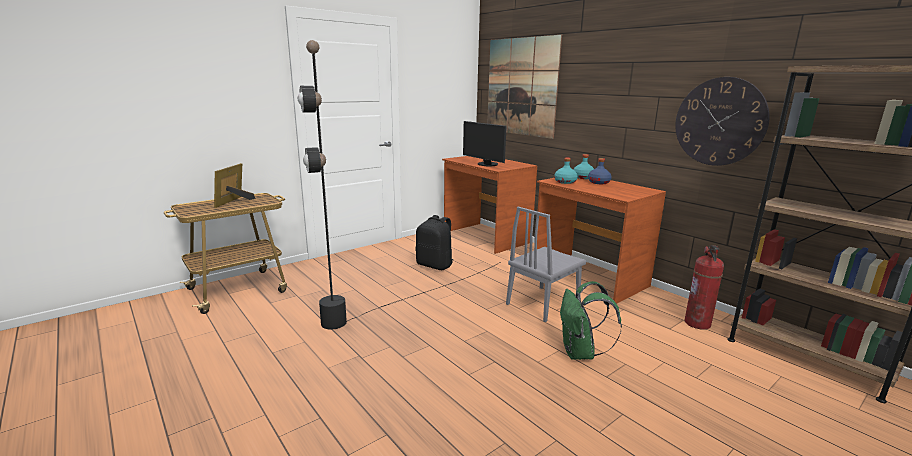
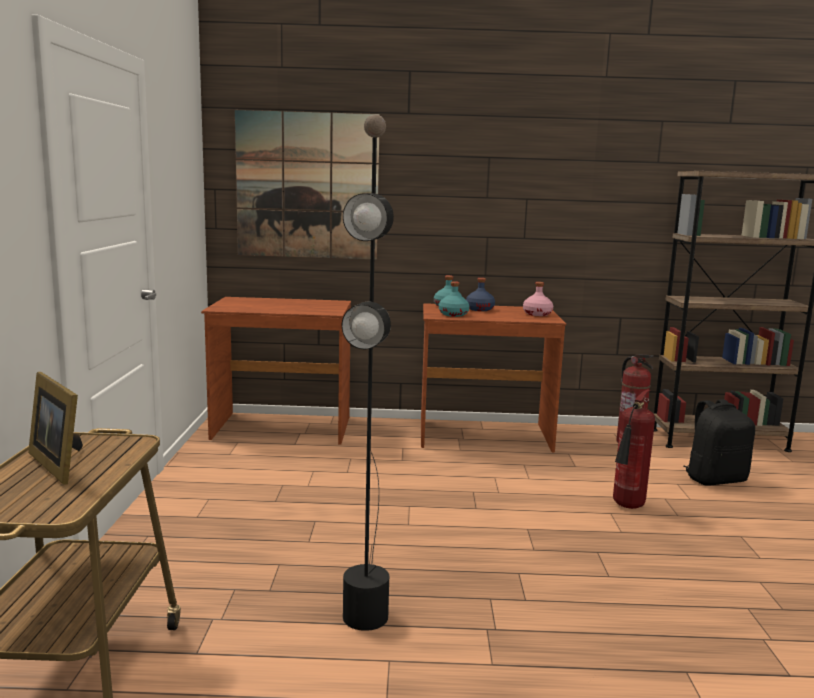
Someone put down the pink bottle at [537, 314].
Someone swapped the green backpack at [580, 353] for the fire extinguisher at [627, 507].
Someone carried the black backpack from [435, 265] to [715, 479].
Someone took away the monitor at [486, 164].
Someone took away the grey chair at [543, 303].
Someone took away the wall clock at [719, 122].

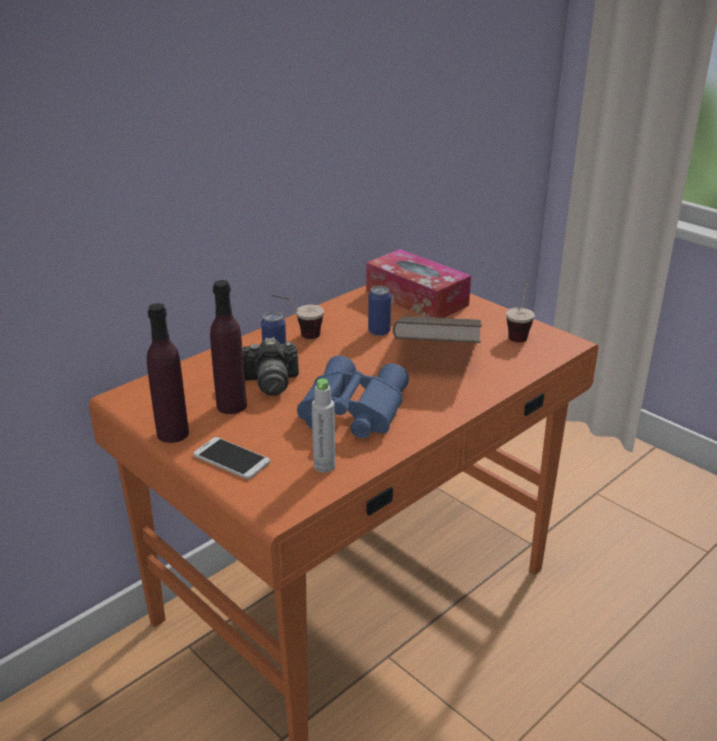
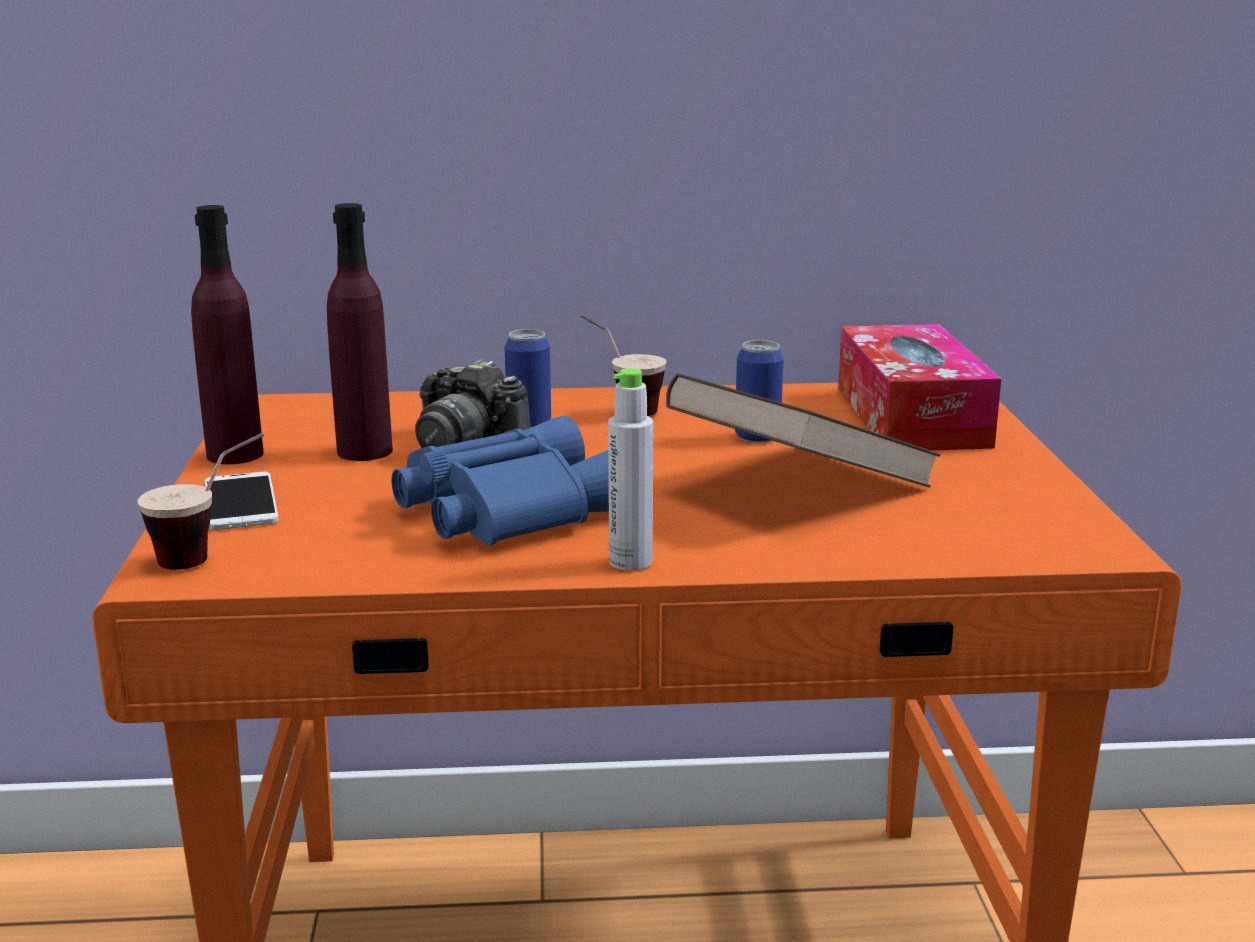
Someone carried the cup from [519, 333] to [211, 555].
Someone carried the grey bottle from [324, 466] to [630, 562].

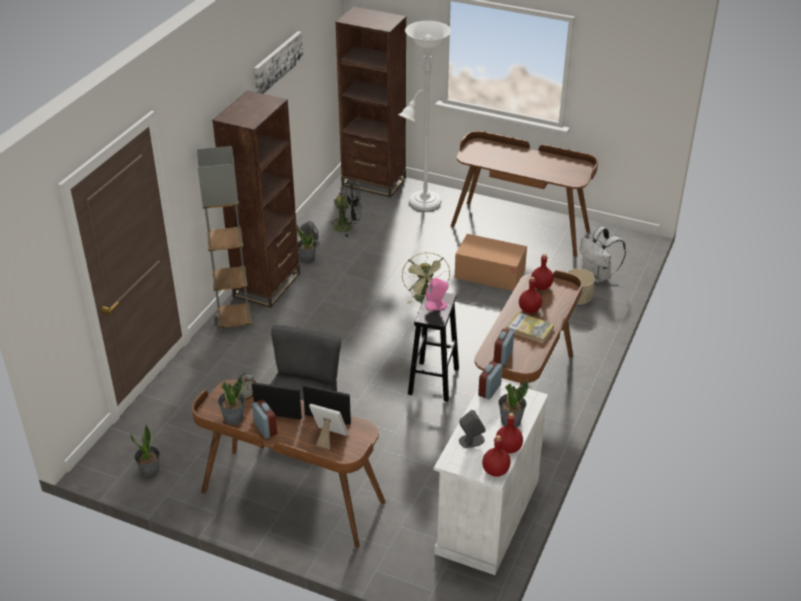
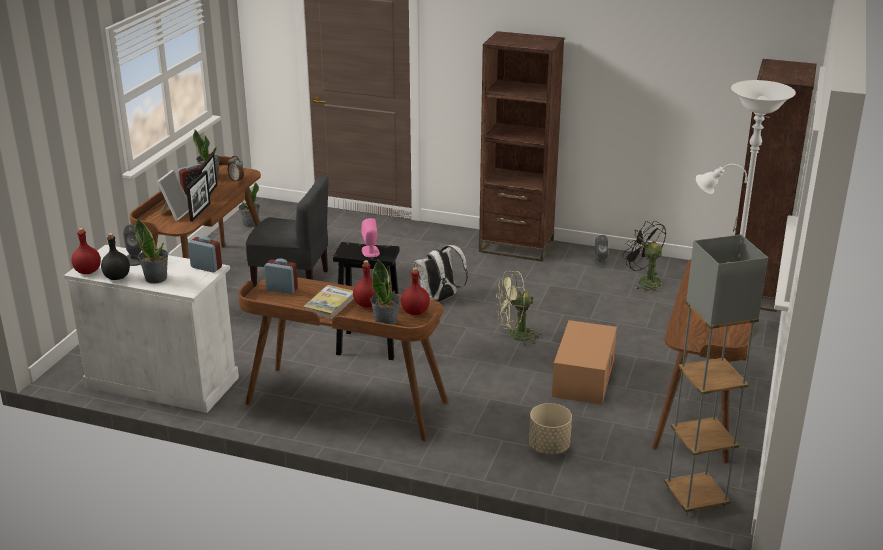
Someone repainted the red bottle at [507, 448], which became the black bottle at [117, 277].
Someone carried the potted plant from [307, 259] to [386, 323].
Someone carried the white backpack from [598, 276] to [439, 299].
Someone rotated the black fan at [347, 227] by 135 degrees clockwise.
Someone carried the grey floor lamp from [234, 320] to [695, 498].
Someone took away the picture at [277, 62].

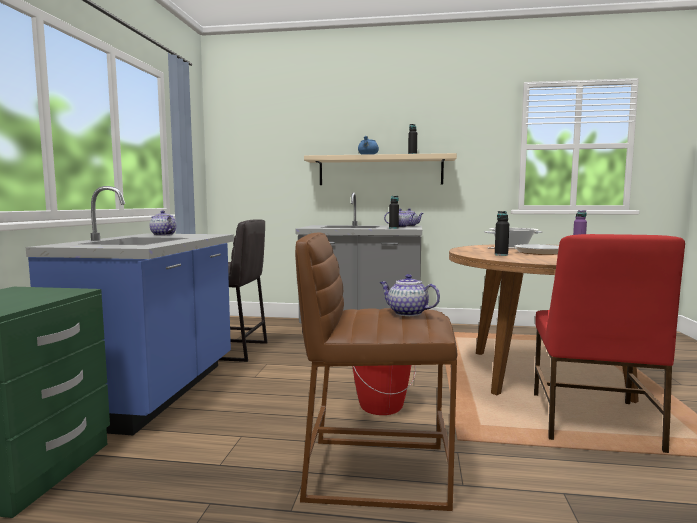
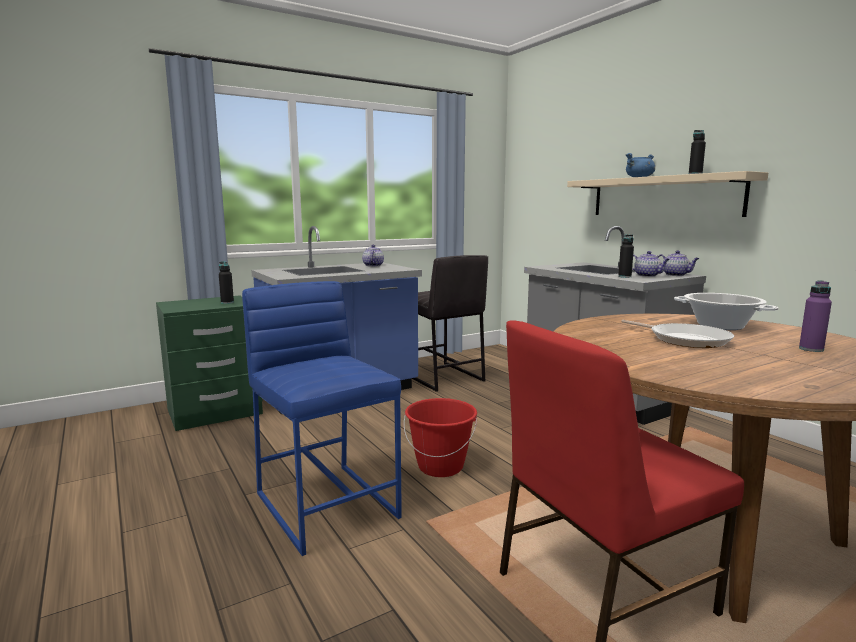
Someone carried the black bottle from [501, 255] to [227, 302].
Someone repainted the brown stool at [375, 470], which became the blue stool at [327, 504].
Someone took away the teapot at [407, 313].

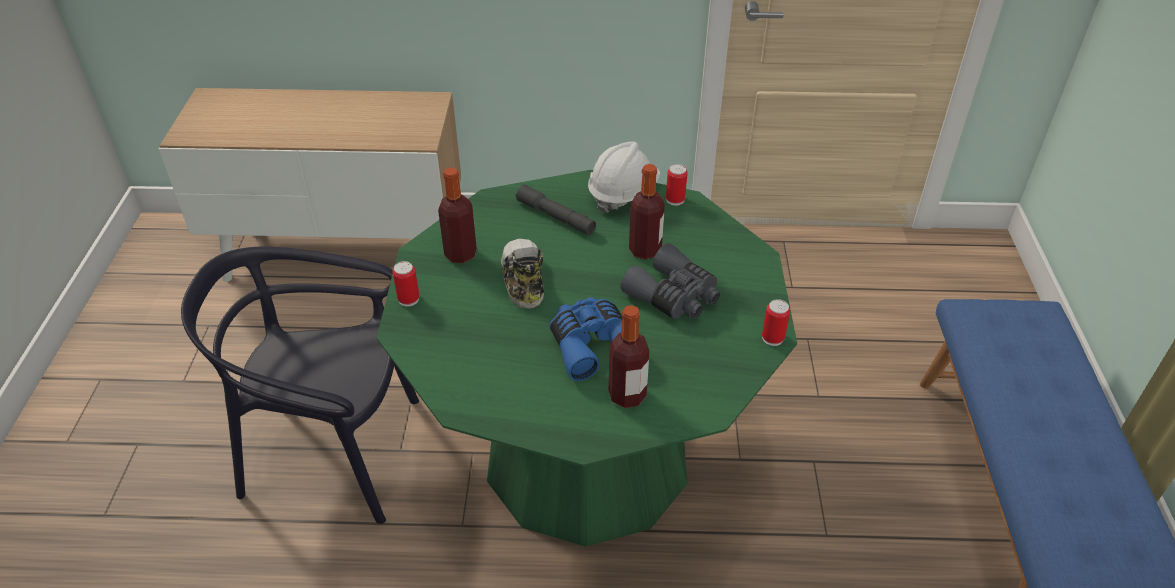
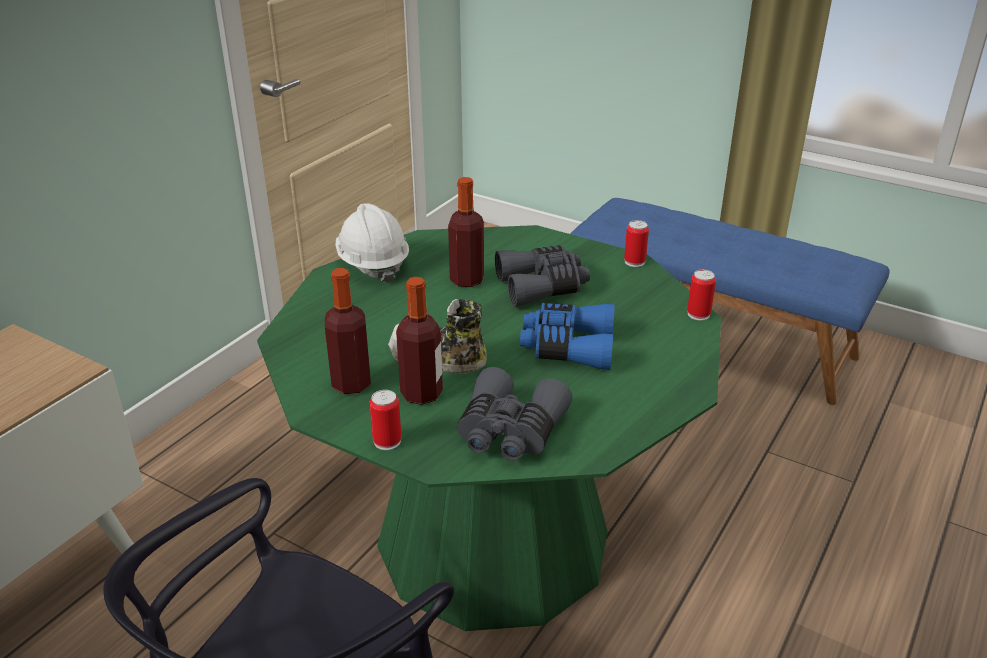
Someone carried the bottle from [627, 395] to [421, 394].
Someone put down the grey binoculars at [509, 431].
Someone carried the can from [675, 200] to [698, 314].
Someone took away the grey flashlight at [555, 217].

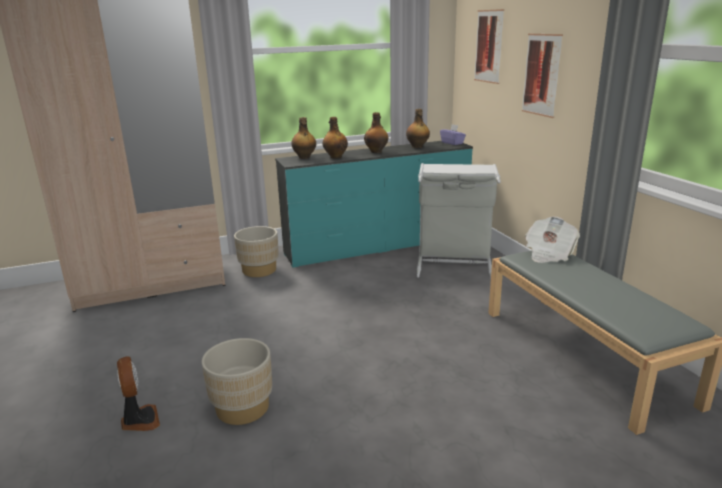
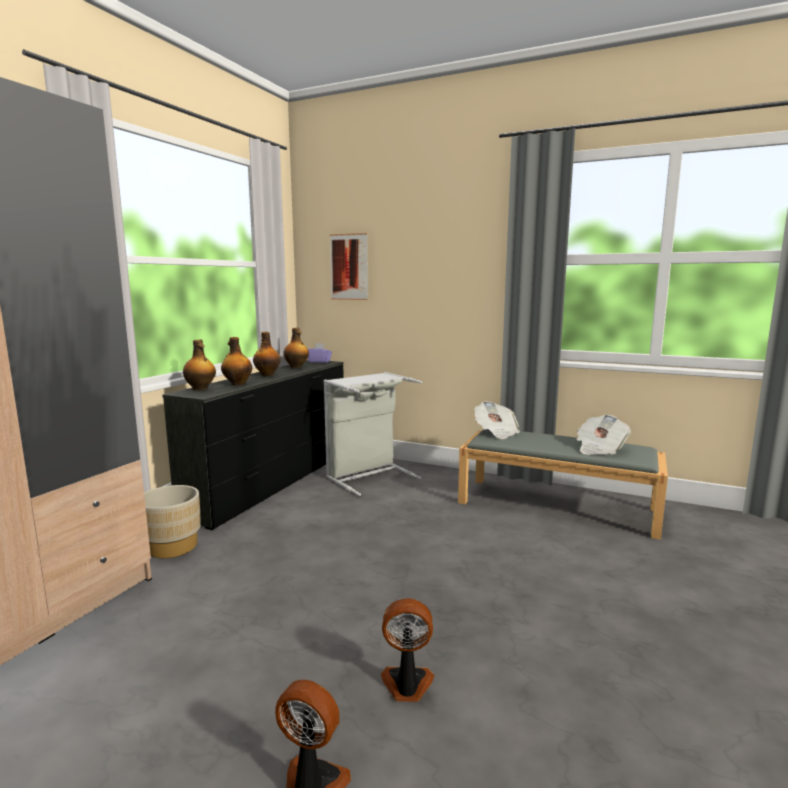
Someone repainted the turquoise dresser at [378, 246], which became the black dresser at [274, 482].
Someone swapped the beige planter at [242, 408] for the fan at [407, 685].
Someone put down the newspaper at [599, 449].
Someone took away the picture at [541, 75].

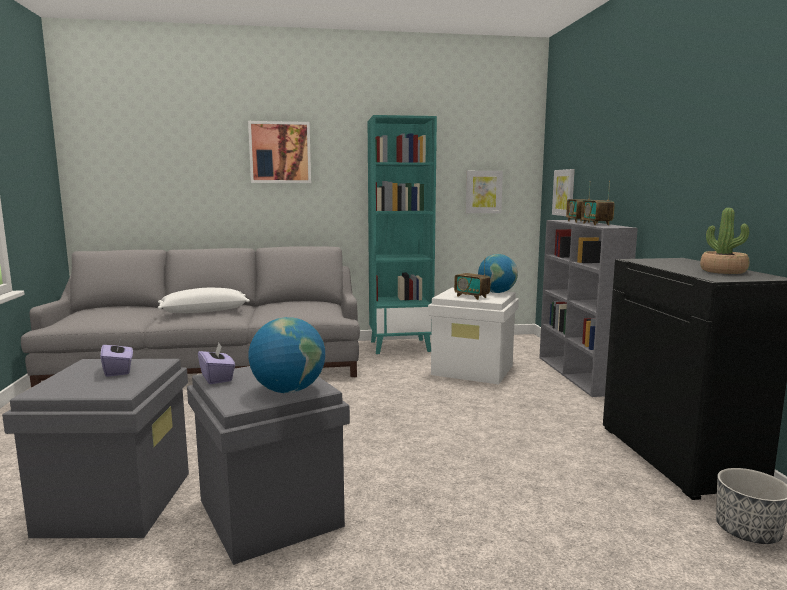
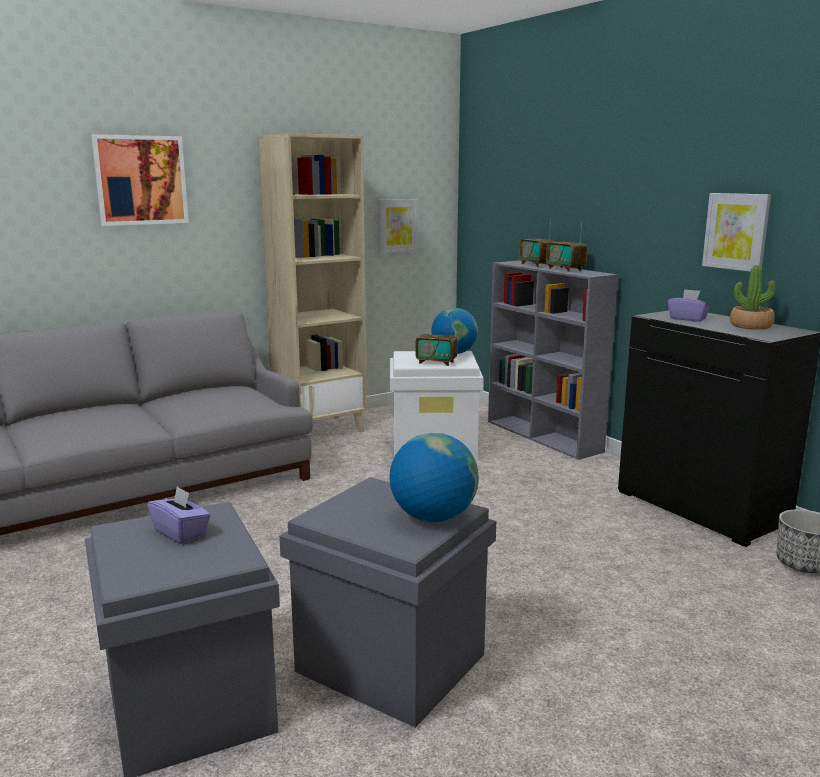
Someone repainted the turquoise bookcase at [400, 346], which became the beige bookcase at [320, 429].
Someone carried the purple tissue box from [217, 378] to [687, 319].
Someone carried the picture from [564, 192] to [736, 231].
Someone took away the white pillow at [204, 311].

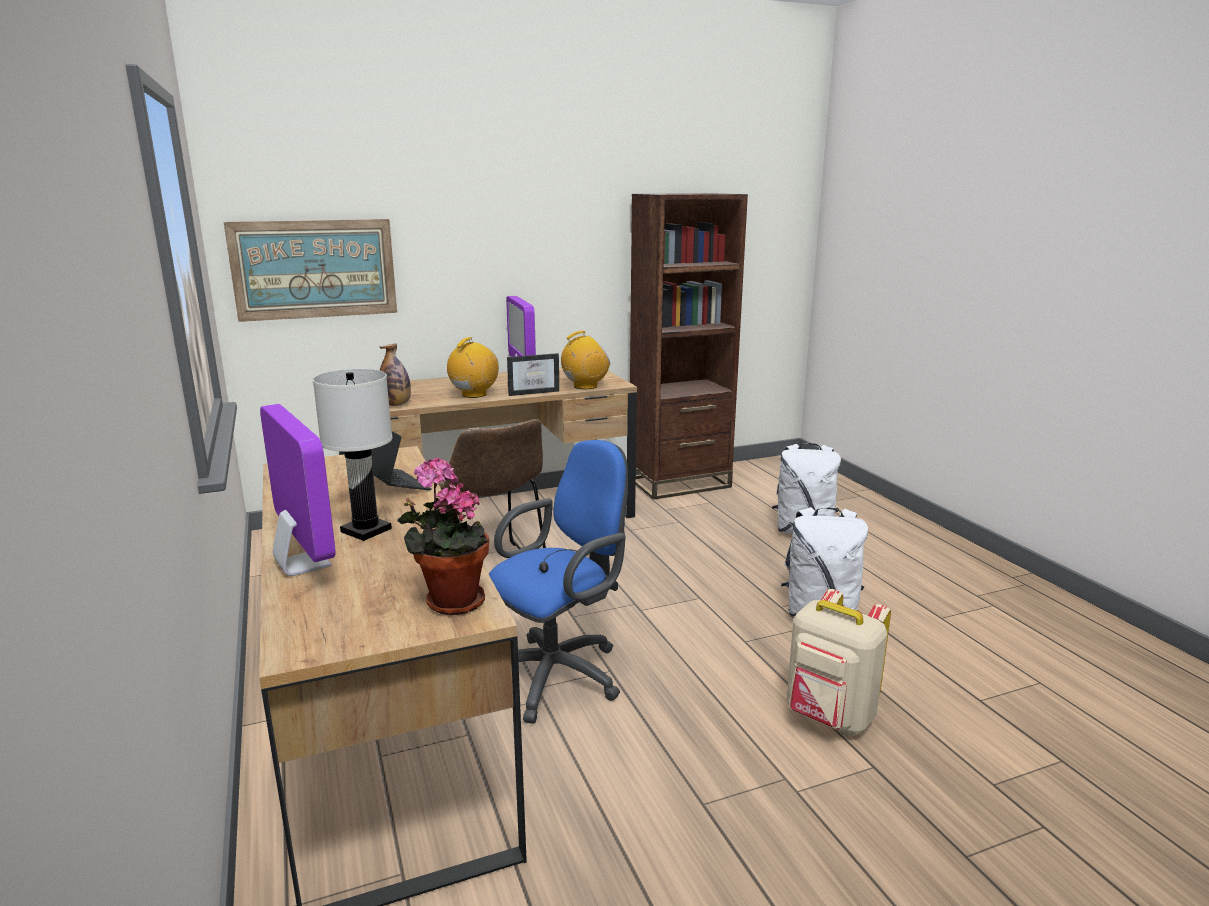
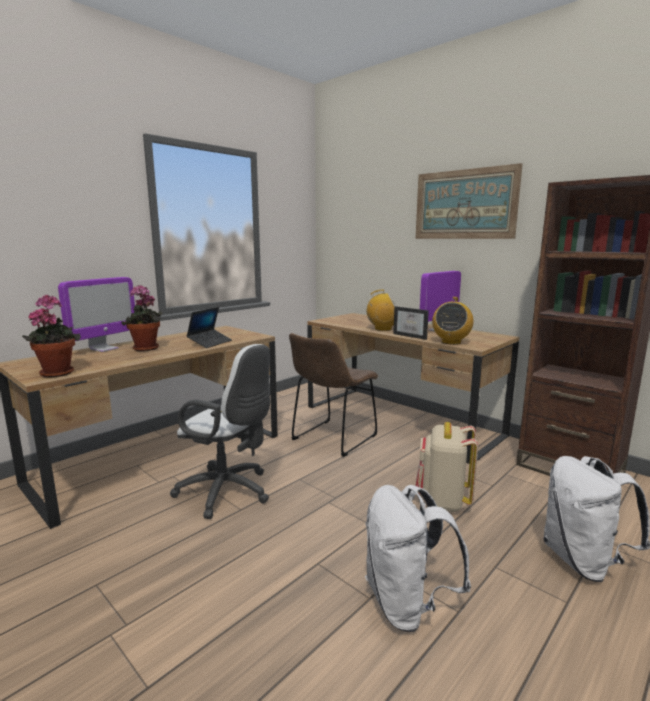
Someone swapped the white table lamp at [367, 530] for the potted plant at [146, 349].
Someone repainted the blue office chair at [560, 673], which became the white office chair at [228, 492].
Someone carried the picture from [314, 269] to [464, 204].
Someone carried the beige backpack from [829, 718] to [442, 501].
Someone rotated the radio at [585, 386] by 75 degrees clockwise.
Someone took away the bottle at [396, 405].

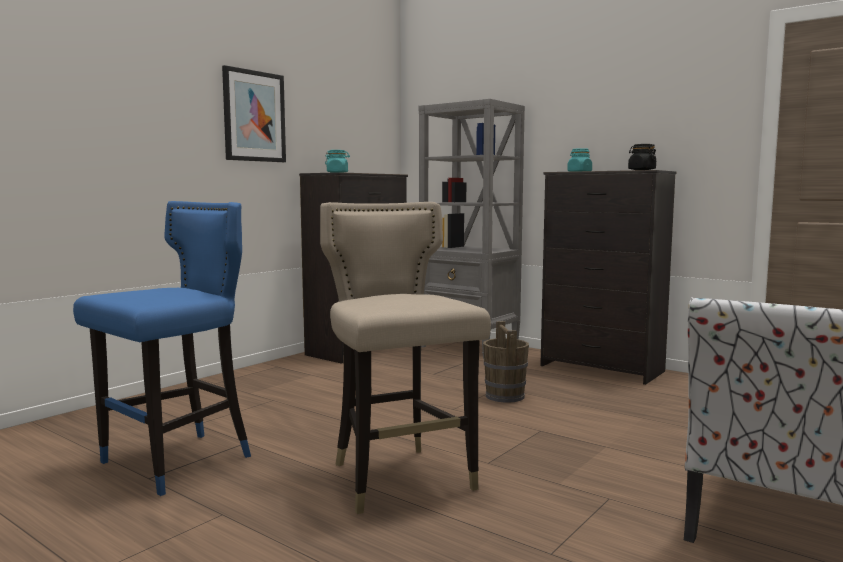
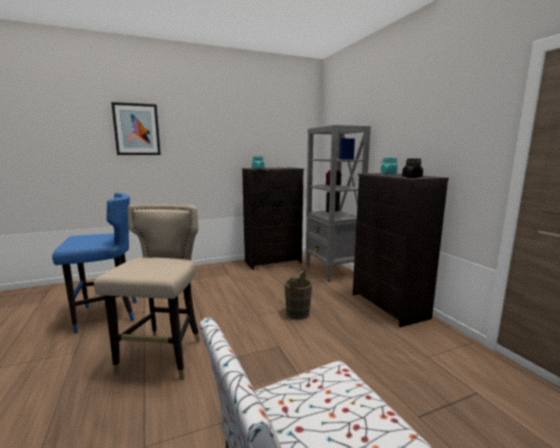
Someone carried the picture from [254, 116] to [137, 129].

